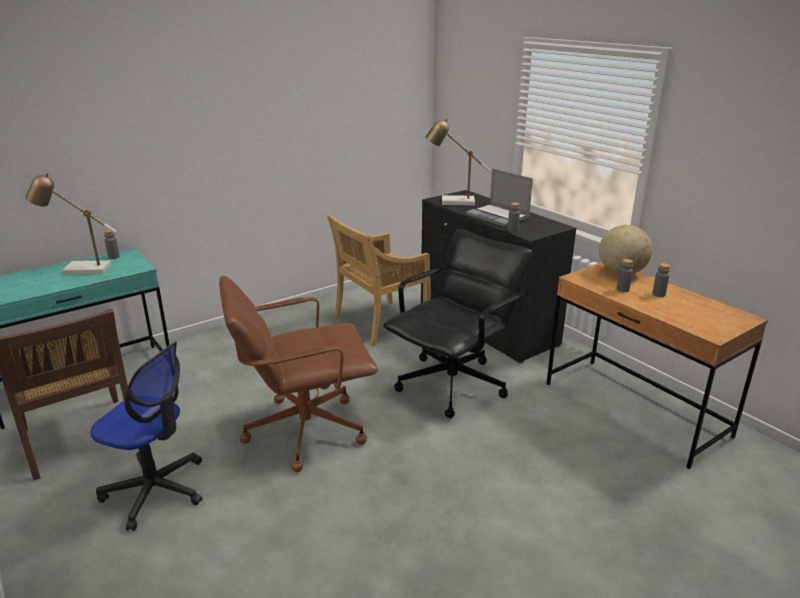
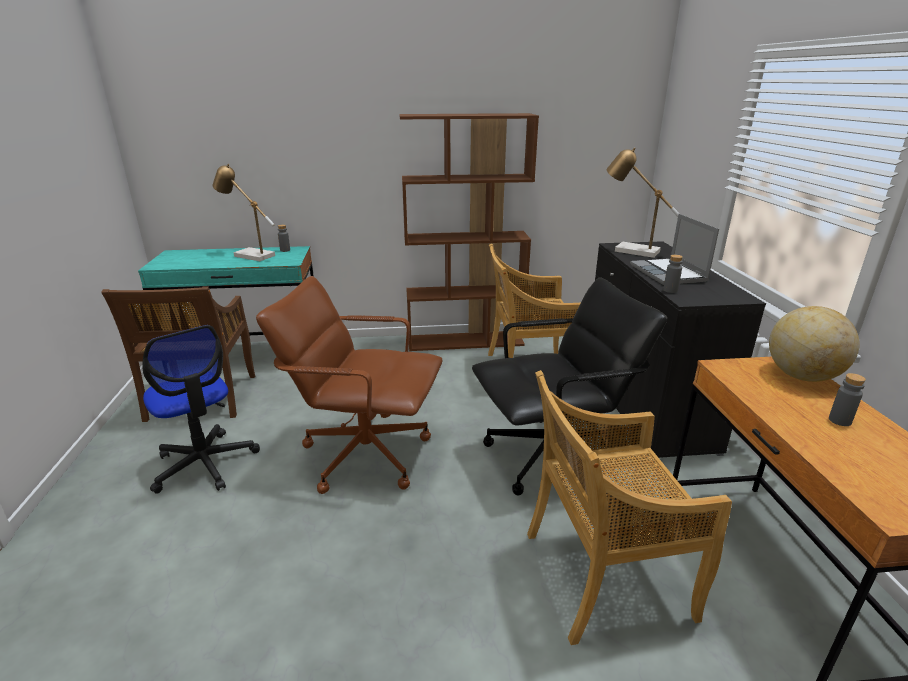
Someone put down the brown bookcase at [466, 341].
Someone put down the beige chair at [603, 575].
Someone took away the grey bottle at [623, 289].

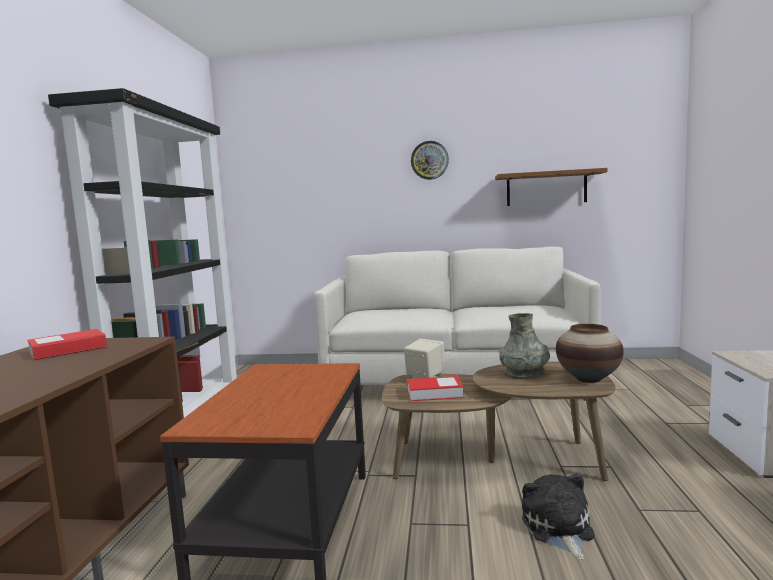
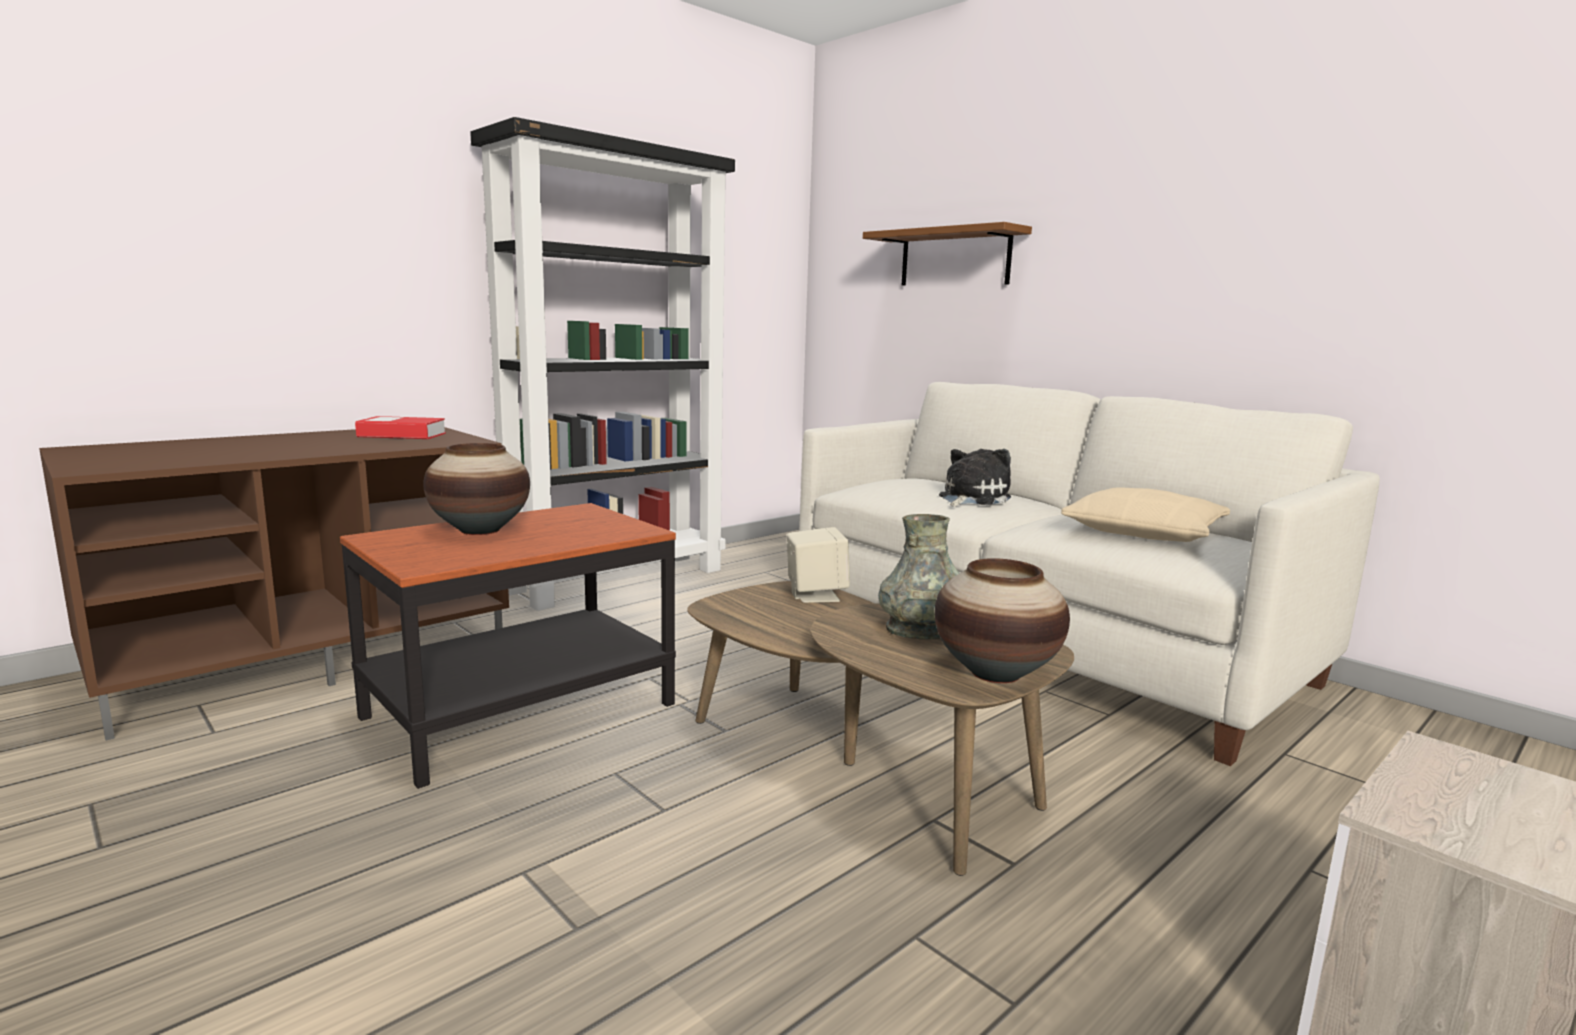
Someone put down the vase at [481, 530].
Someone carried the brown shelf from [546, 188] to [954, 258].
Someone carried the plush toy from [558, 529] to [971, 498].
Someone put down the beige pillow at [1145, 531].
Someone took away the book at [434, 393].
Someone took away the wall clock at [429, 160].

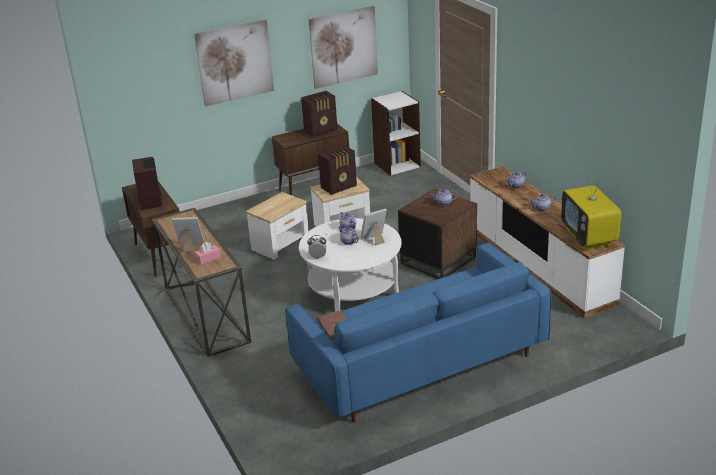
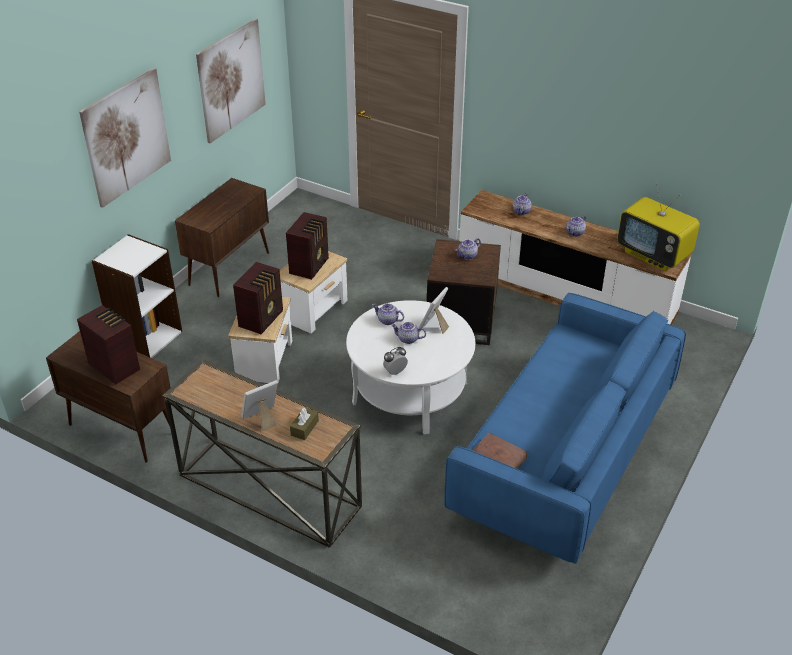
Someone carried the white bookcase from [397, 165] to [146, 337].
Someone carried the radio from [321, 130] to [262, 318].
Someone repainted the pink tissue box at [208, 258], which became the brown tissue box at [304, 428].

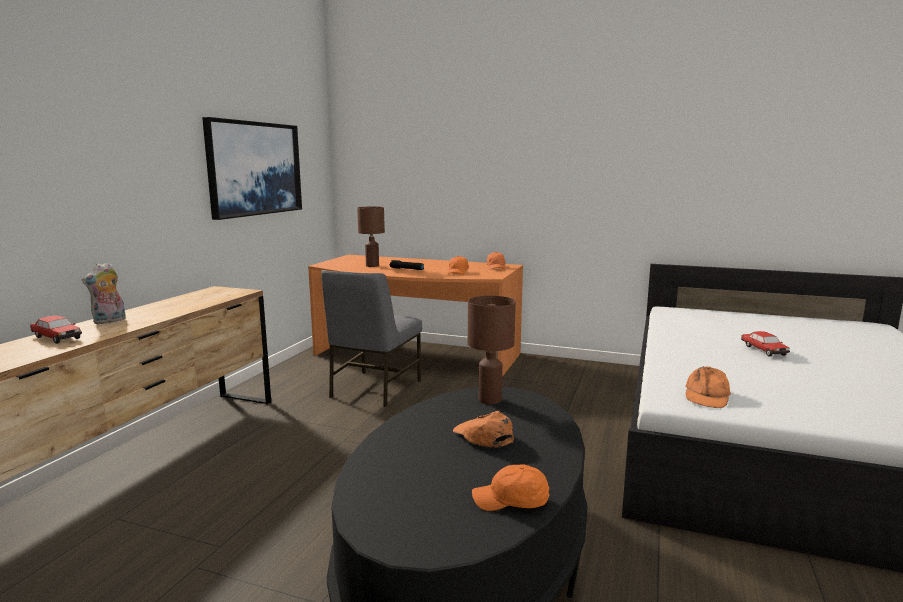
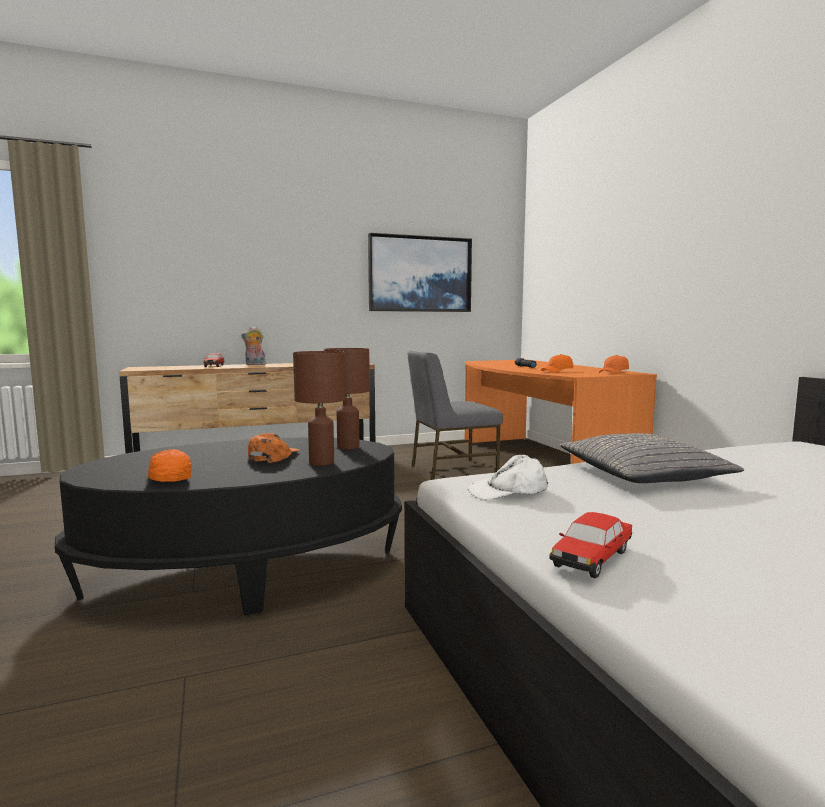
Someone carried the brown table lamp from [372, 266] to [321, 462].
Someone repainted the orange cap at [706, 396], which became the white cap at [508, 491].
Someone carried the toy car from [763, 350] to [592, 558].
Someone put down the grey pillow at [642, 474].

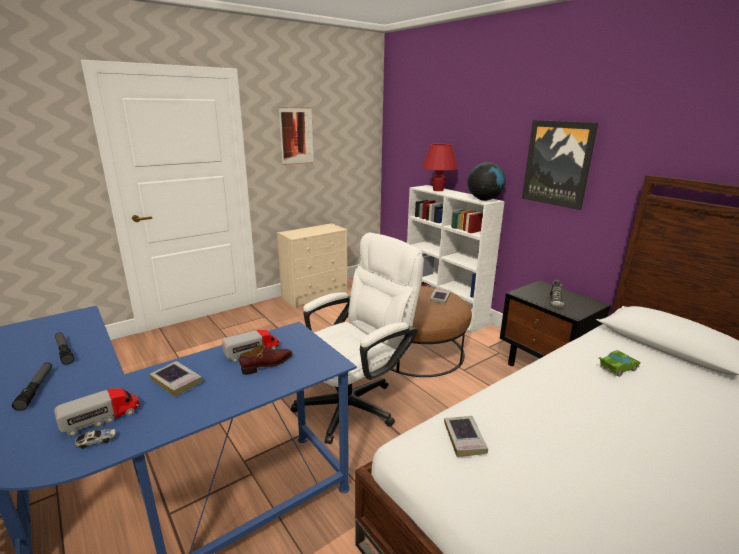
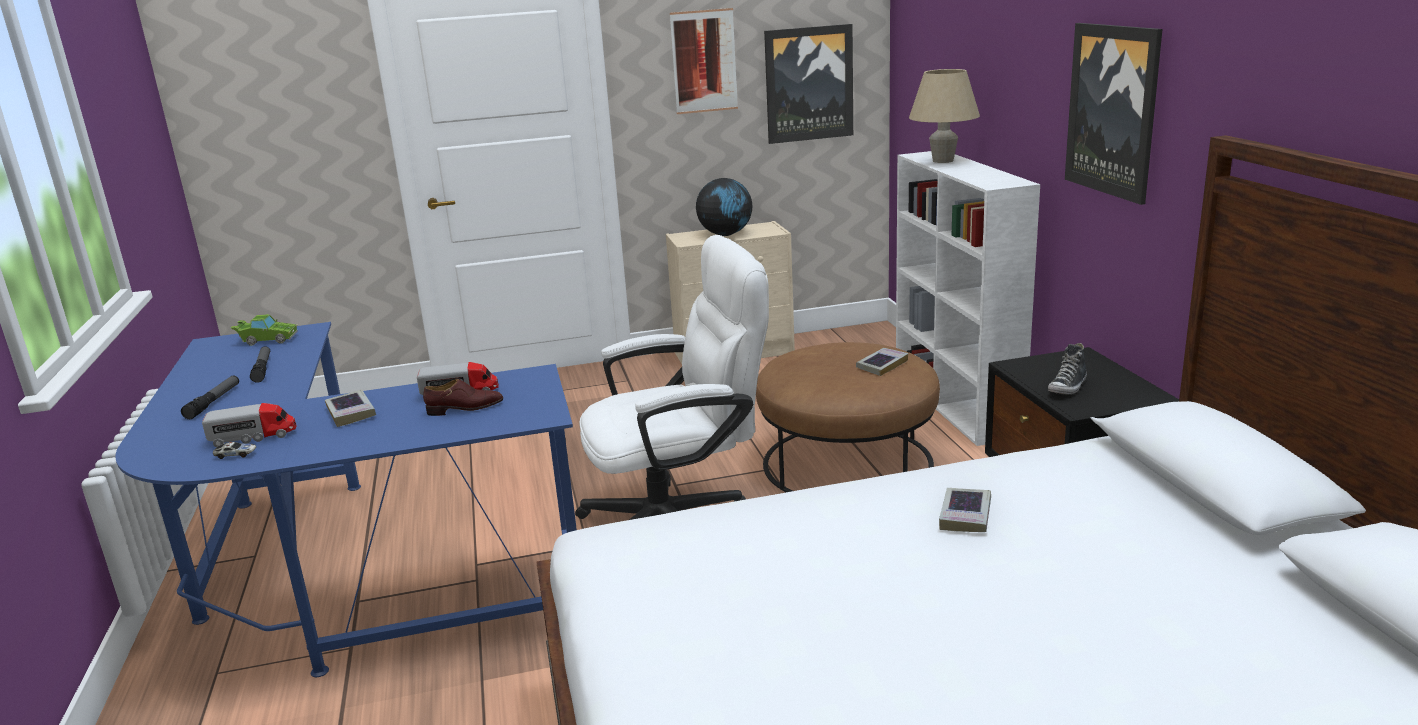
Someone carried the green toy car from [616, 369] to [267, 340].
Someone carried the globe from [484, 199] to [725, 234].
Someone put up the picture at [808, 84].
Someone repainted the red table lamp at [438, 190], which became the beige table lamp at [943, 161].
Someone carried the book from [464, 439] to [965, 515].

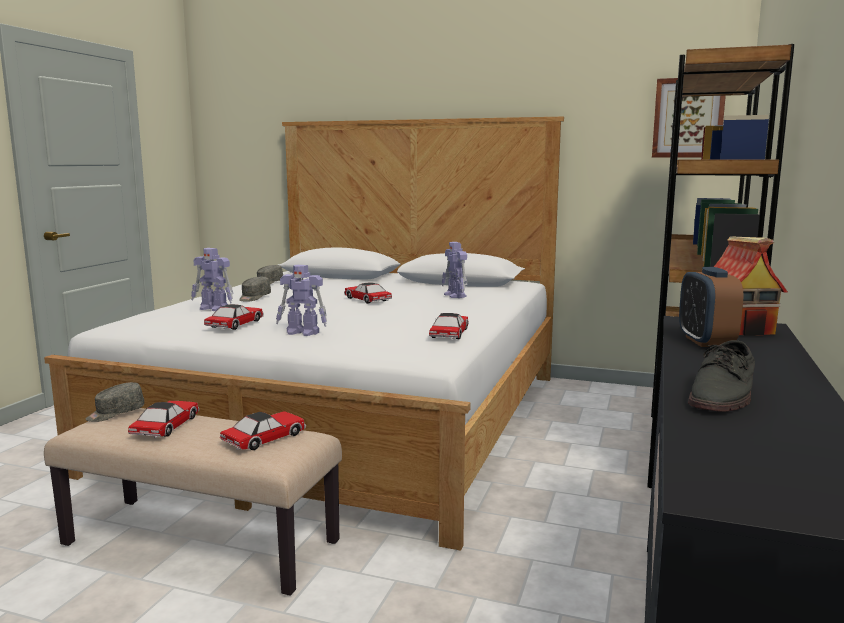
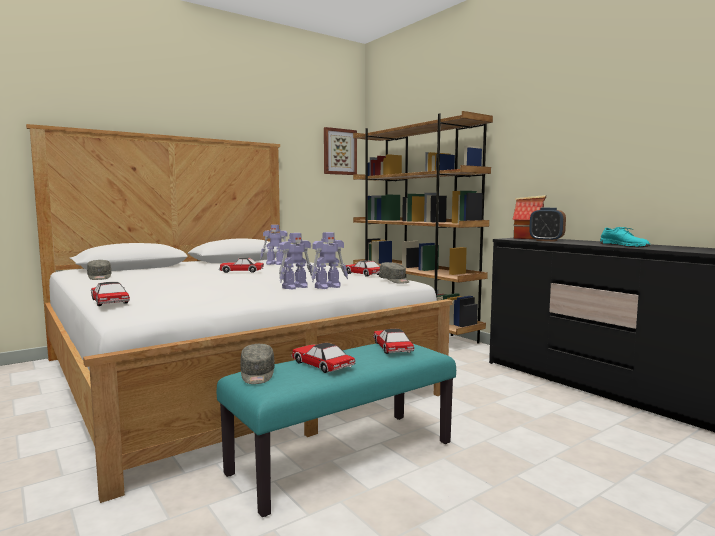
Someone carried the toy car from [235, 324] to [110, 301].
Someone repainted the beige bench at [202, 542], which became the turquoise bench at [343, 457].
Someone carried the toy robot from [214, 308] to [328, 287].
Someone carried the grey cap from [254, 298] to [394, 281].
Someone repainted the grey shoe at [723, 394], which became the turquoise shoe at [624, 245].

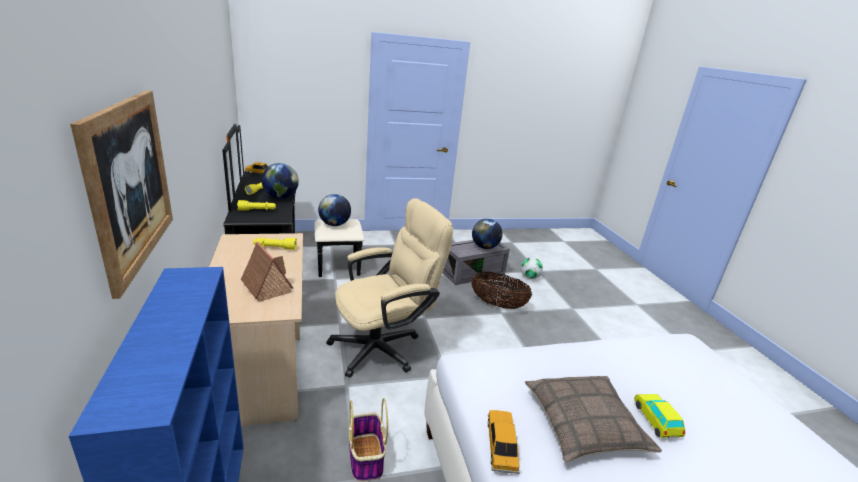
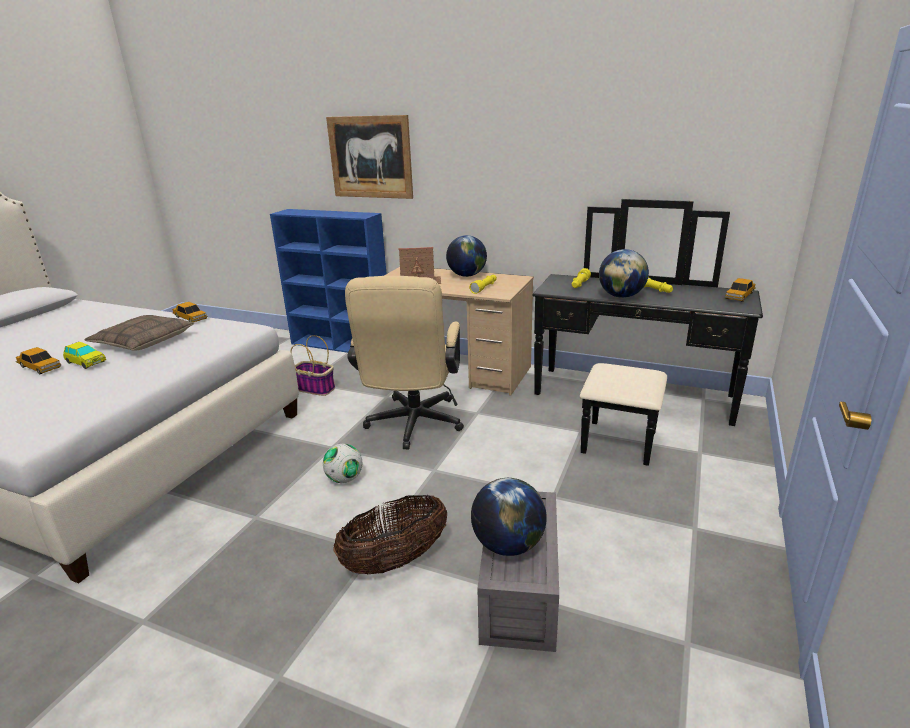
Someone put down the toy car at [40, 367].
Someone carried the football from [529, 277] to [345, 479].
Someone carried the globe from [334, 224] to [467, 275].

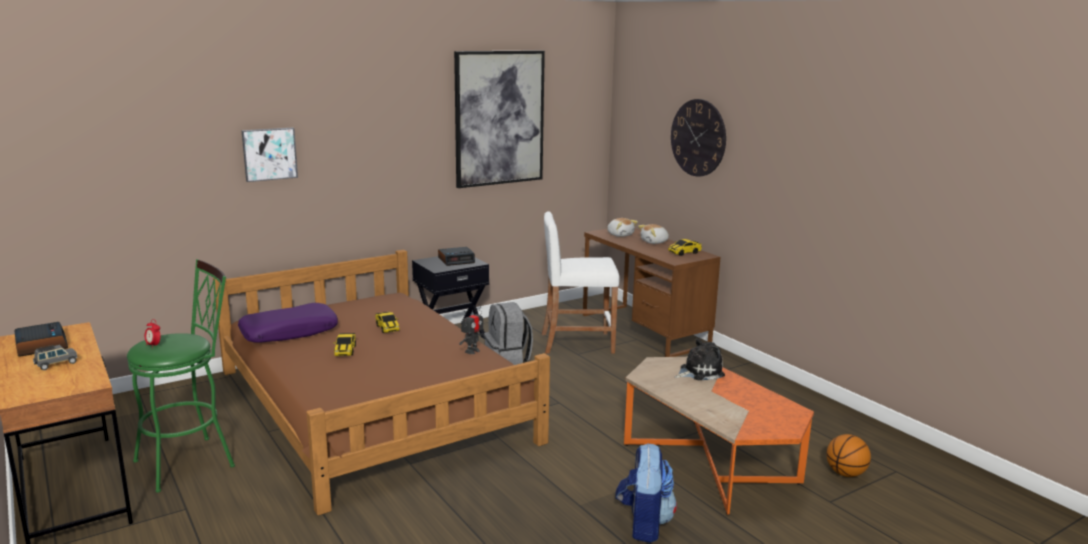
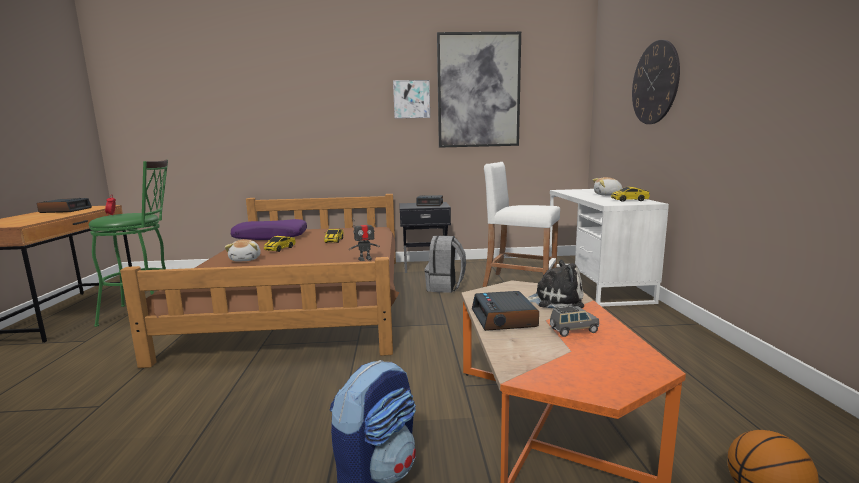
Someone carried the plush toy from [620, 235] to [246, 259].
Someone carried the picture from [269, 154] to [411, 99].
Someone put down the alarm clock at [504, 318].
Someone repainted the brown desk at [644, 330], which became the white desk at [595, 282].
Someone carried the grey toy car from [56, 364] to [573, 331].

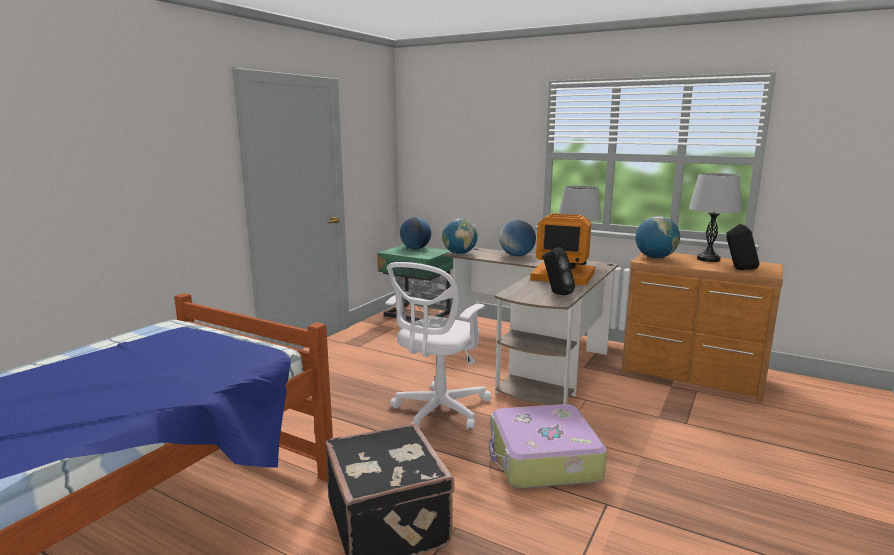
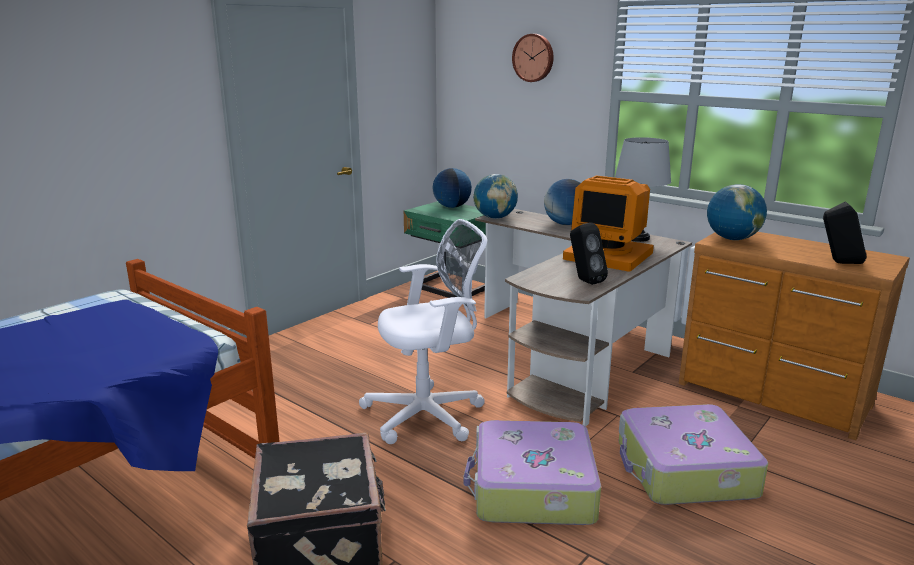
Someone rotated the white office chair at [438, 412] by 150 degrees counterclockwise.
Someone put up the wall clock at [534, 58].
Someone put down the suitcase at [684, 470].
Someone took away the grey table lamp at [708, 259].

